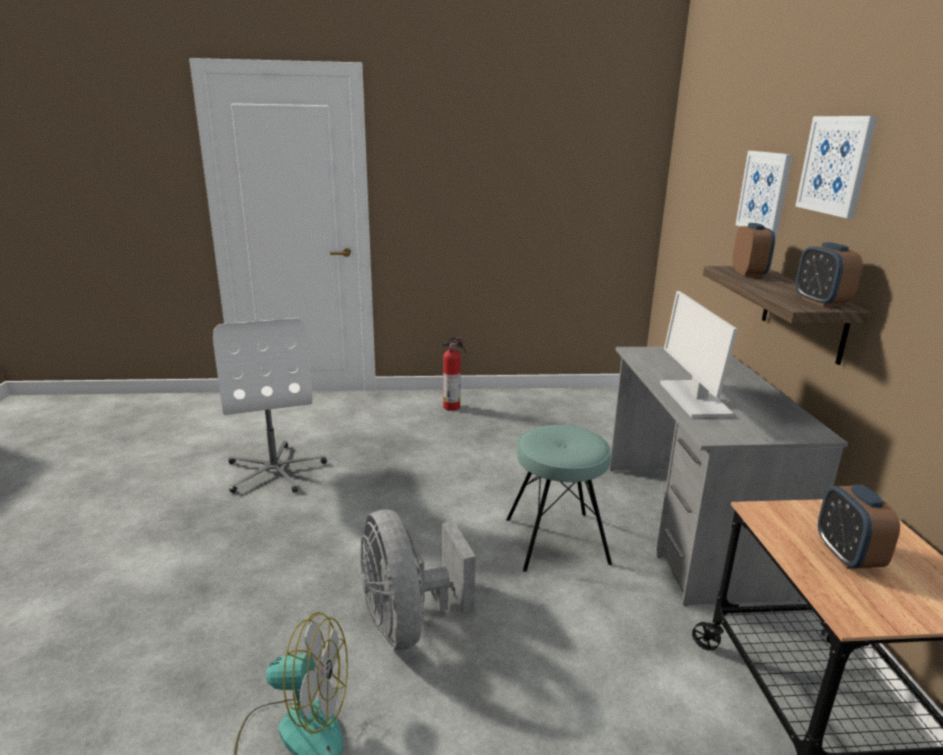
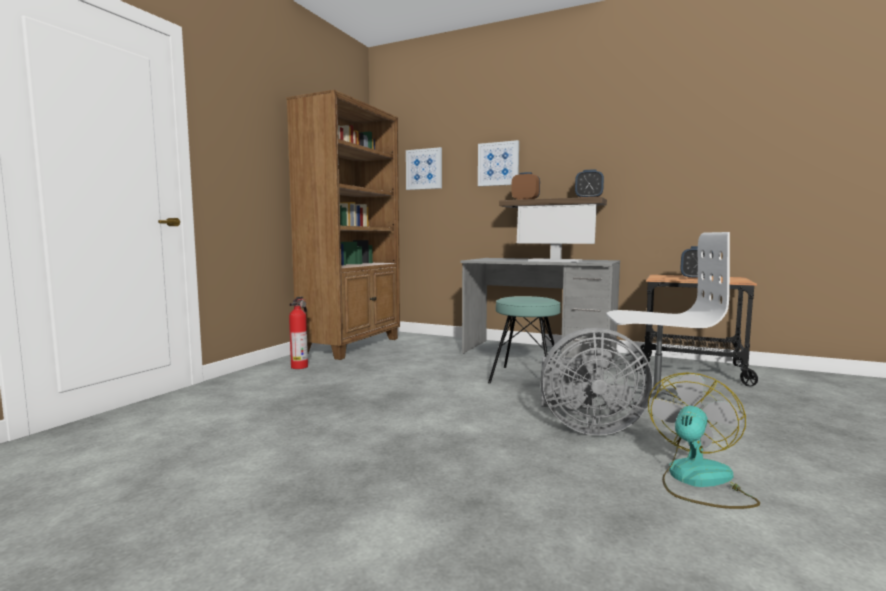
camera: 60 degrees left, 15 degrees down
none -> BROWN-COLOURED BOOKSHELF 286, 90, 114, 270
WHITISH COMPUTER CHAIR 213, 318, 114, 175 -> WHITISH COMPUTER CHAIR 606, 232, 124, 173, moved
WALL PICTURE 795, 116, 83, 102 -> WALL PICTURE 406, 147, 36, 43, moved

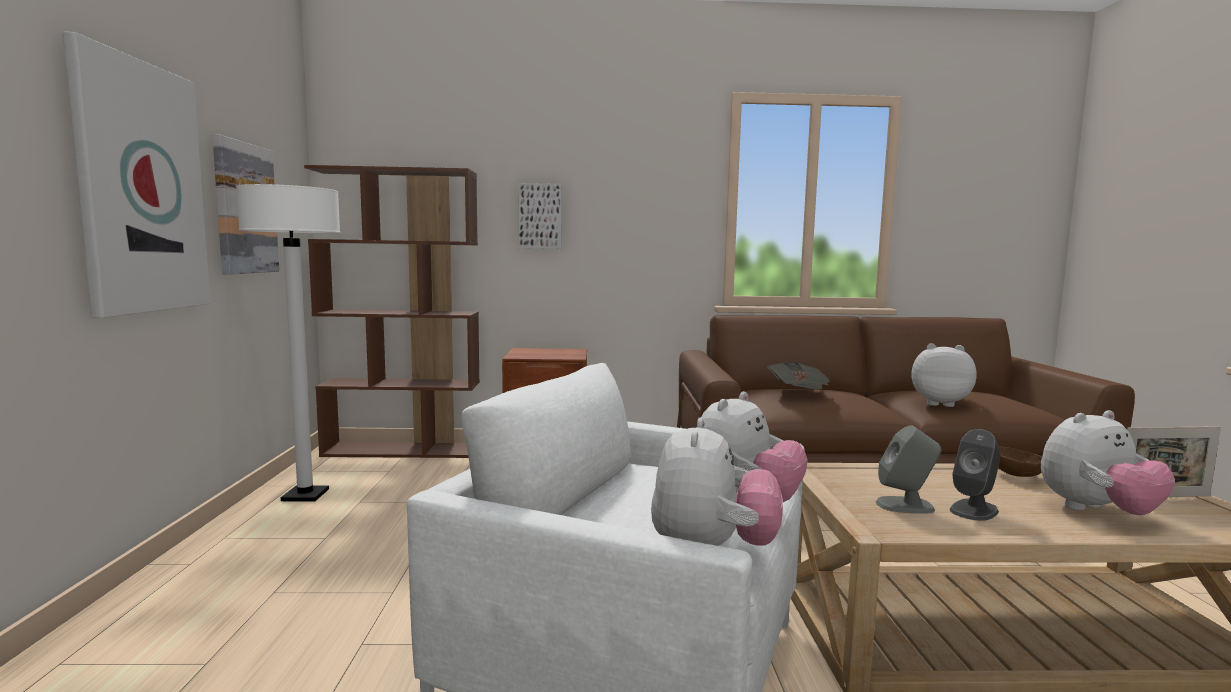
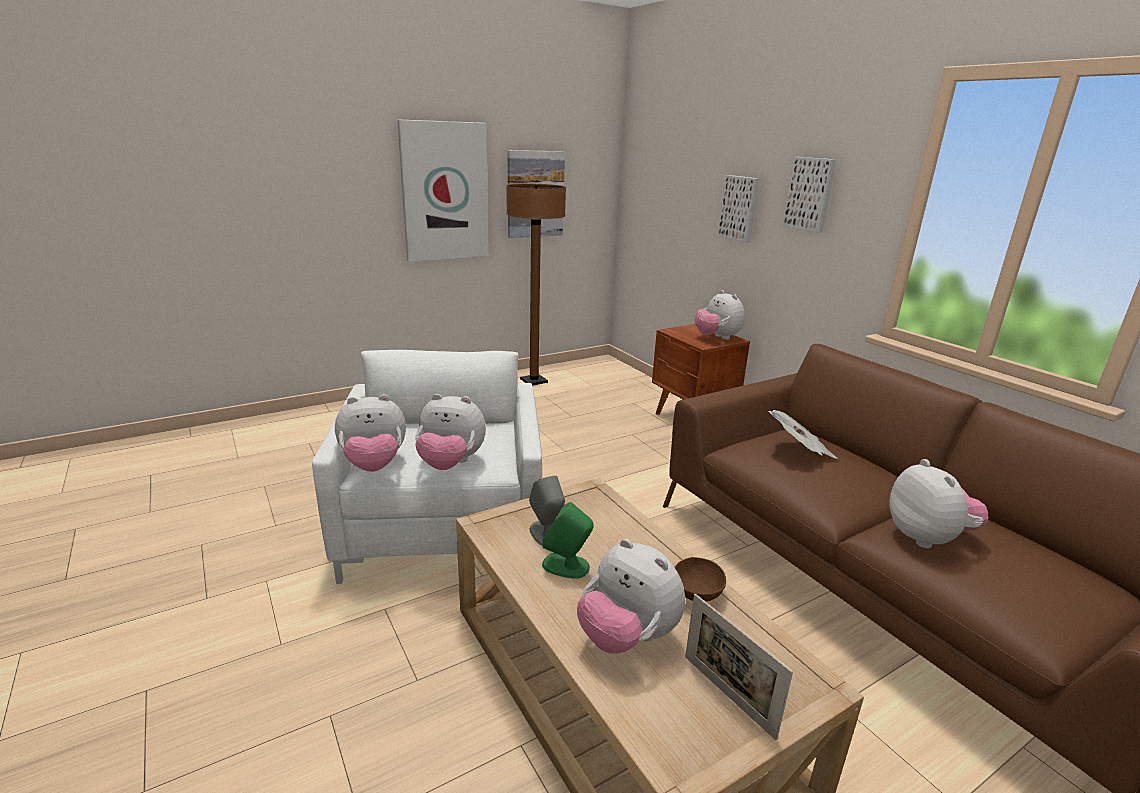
camera: 60 degrees right, 15 degrees up
BROWN-COLOURED BOOKSHELF 304, 165, 176, 293 -> none
none -> SOFT TOY 694, 290, 51, 50
none -> WALL PICTURE 783, 157, 53, 75
WHITISH STANDARD LAMP 236, 184, 104, 318 -> BROWN-COLOURED STANDARD LAMP 506, 183, 60, 203
GREYISH LOUDSPEAKER 950, 429, 51, 92 -> GREEN-COLOURED LOUDSPEAKER 542, 502, 52, 77

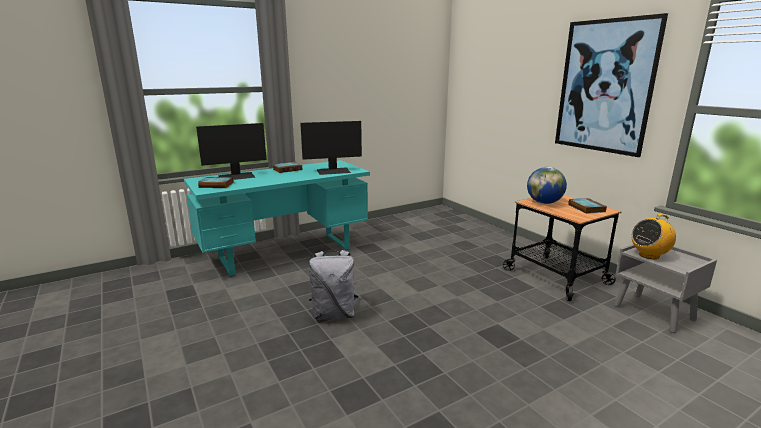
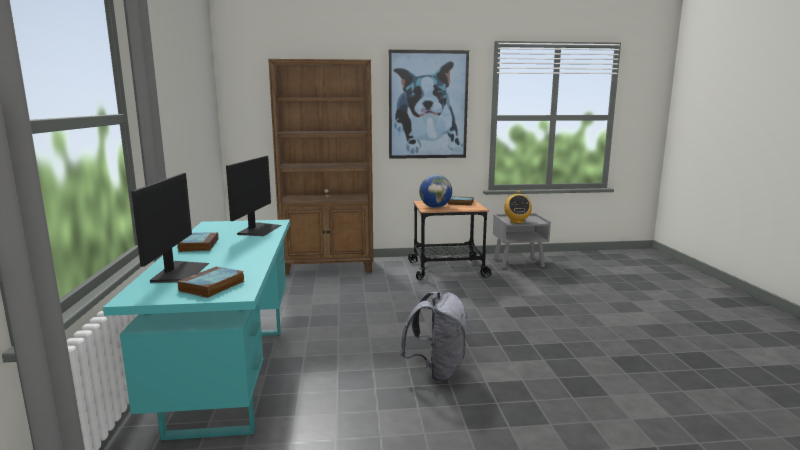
camera: 65 degrees left, 5 degrees down
none -> BROWN-COLOURED BOOKSHELF 268, 59, 106, 216

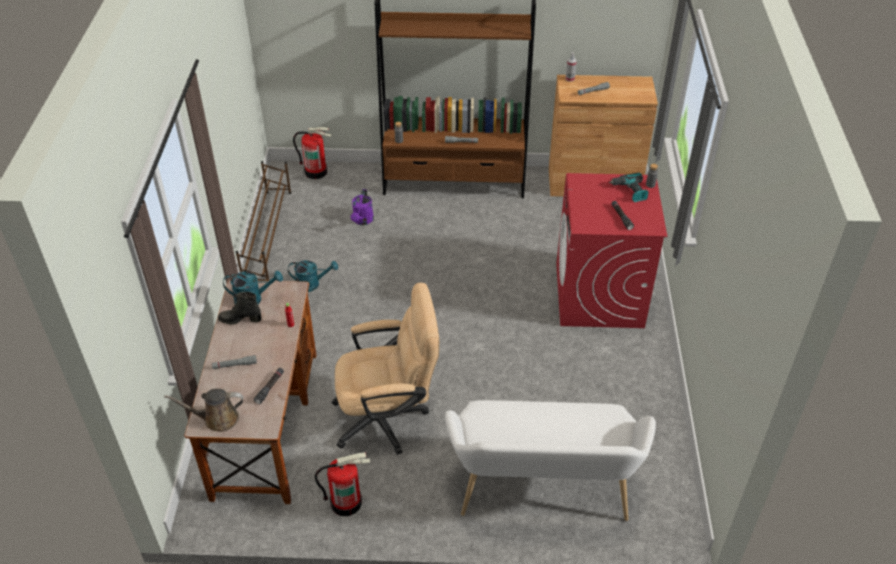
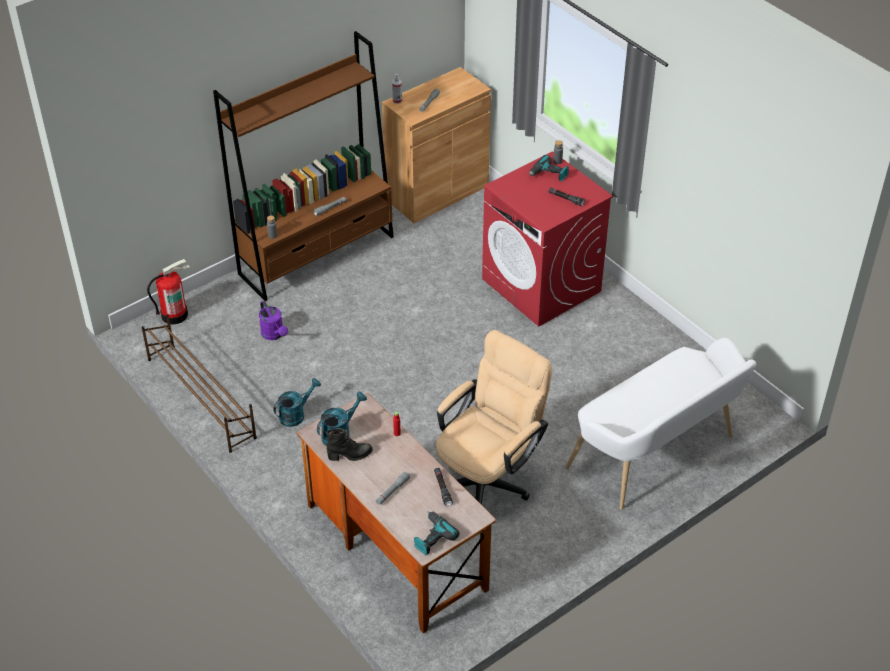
camera: 40 degrees left, 0 degrees up
FIRE-FIGHTING CYLINDER 314, 452, 56, 64 -> none
BROWN-COLOURED WATERING POT 164, 388, 80, 44 -> DRILL 414, 511, 46, 44
BLACK TALL BOOT 218, 292, 43, 33 -> BLACK TALL BOOT 326, 428, 47, 33, 150 degrees counterclockwise

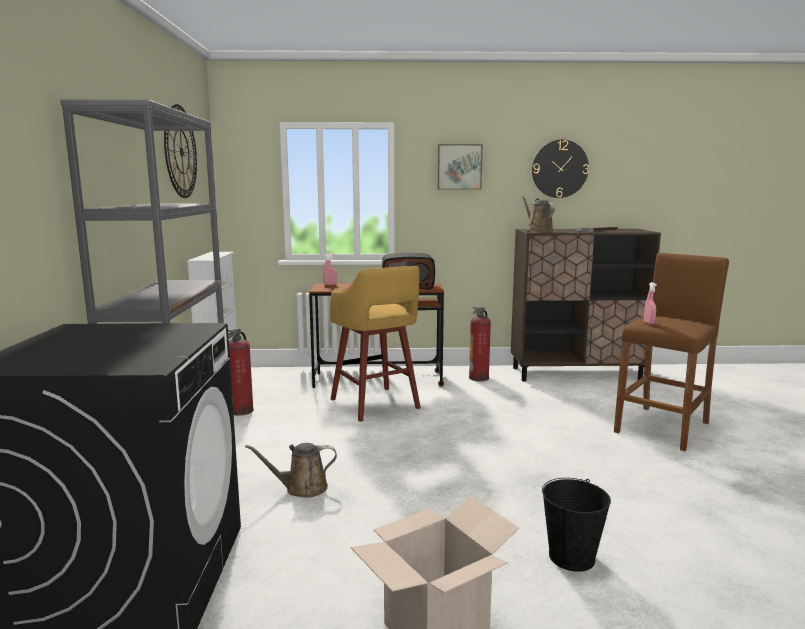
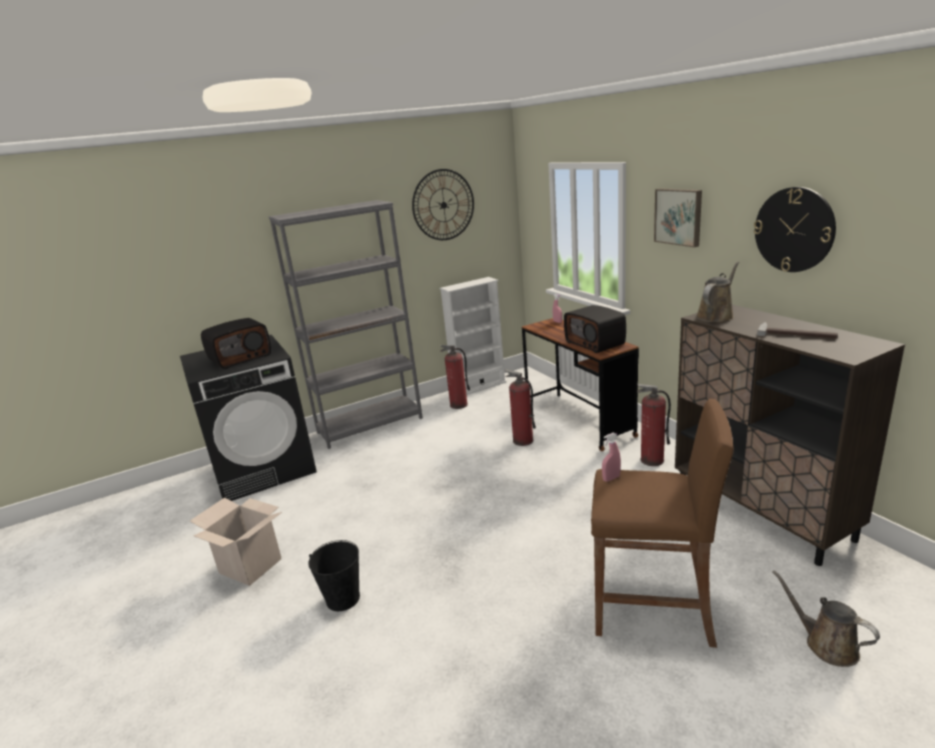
camera: 65 degrees right, 10 degrees up
none -> RADIO RECEIVER 201, 318, 70, 51
BROWN-COLOURED WATERING POT 245, 443, 92, 55 -> BROWN-COLOURED WATERING POT 773, 570, 107, 97, moved
YELLOWISH SITTING STOOL 330, 266, 91, 156 -> FIRE-FIGHTING CYLINDER 505, 369, 31, 77

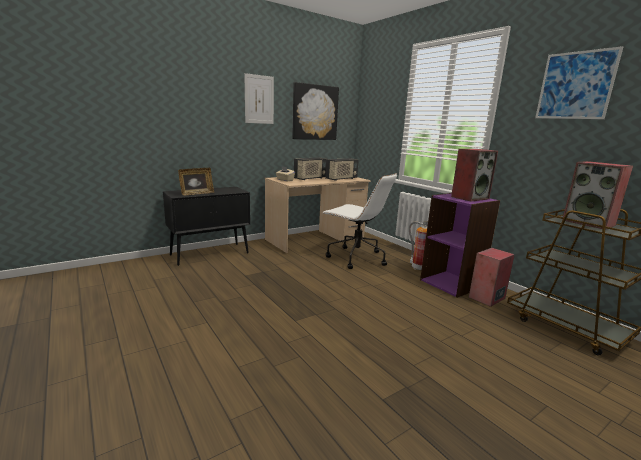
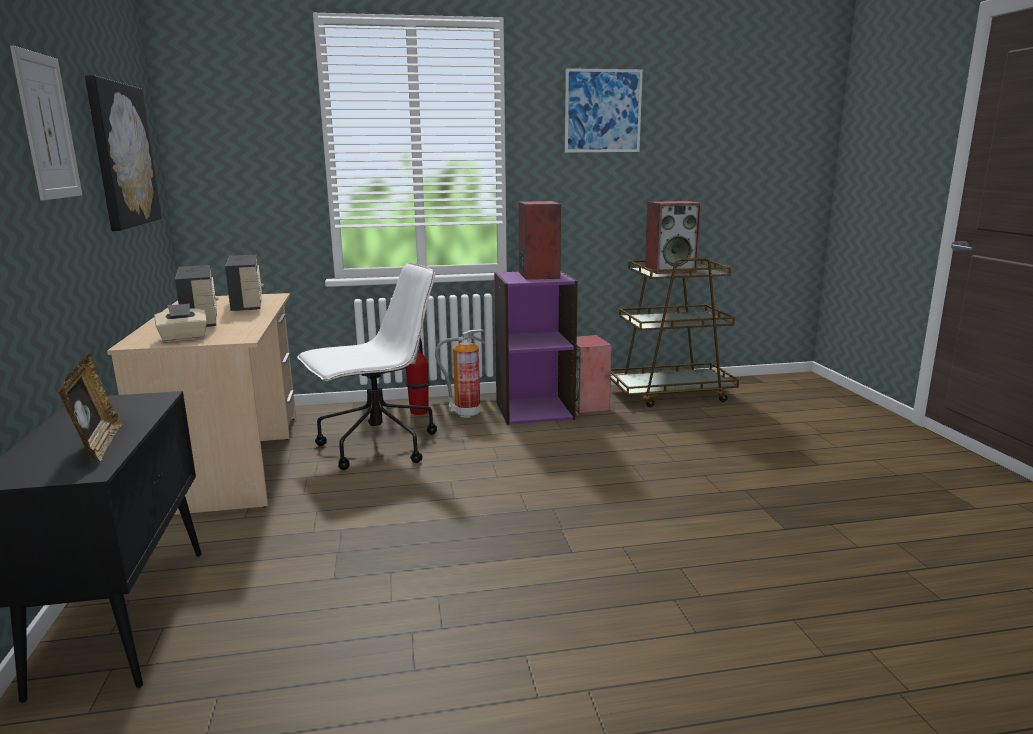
camera: 65 degrees left, 0 degrees up
none -> FIRE-FIGHTING CYLINDER 406, 338, 24, 77

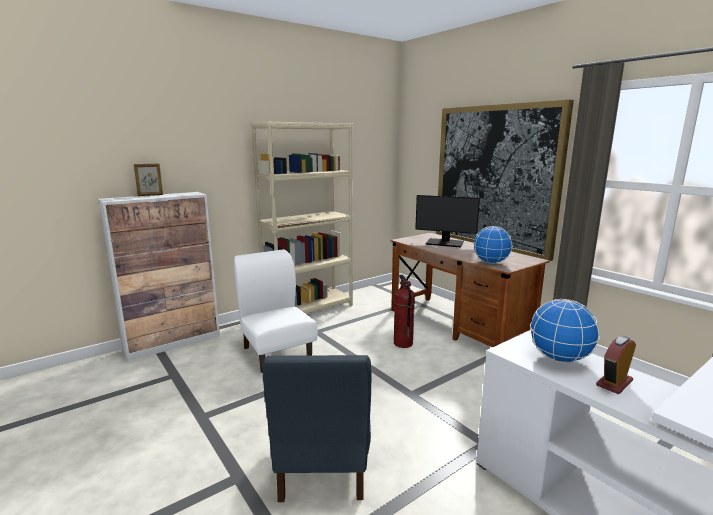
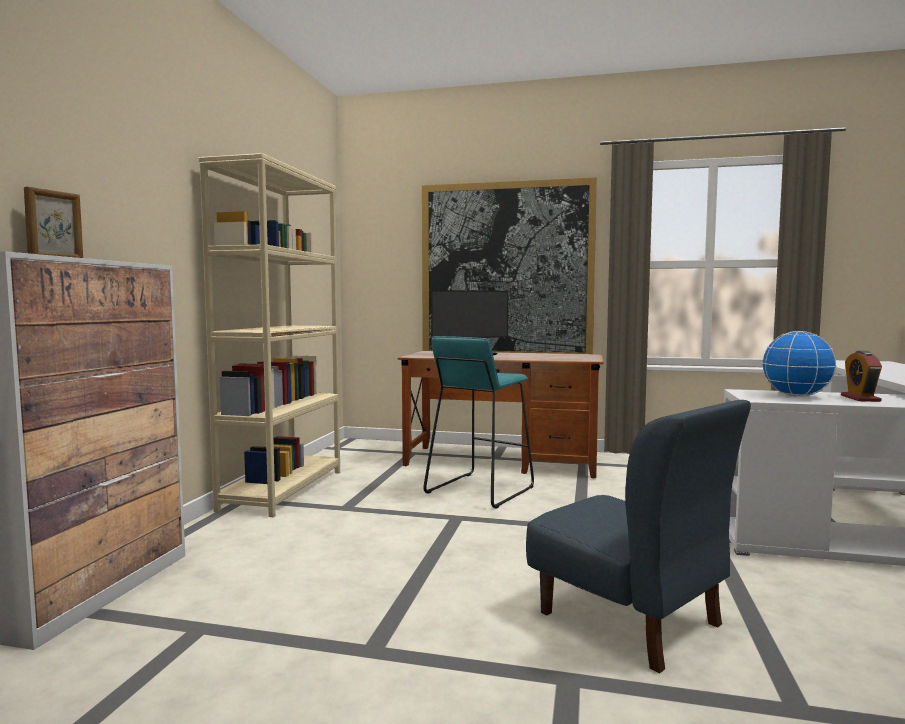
camera: 40 degrees left, 10 degrees down
WHITISH PLAIN CHAIR 234, 249, 84, 124 -> none
DESK GLOBE 473, 226, 40, 38 -> none
FIRE-FIGHTING CYLINDER 394, 275, 21, 73 -> TURQUOISE SITTING STOOL 423, 336, 111, 173

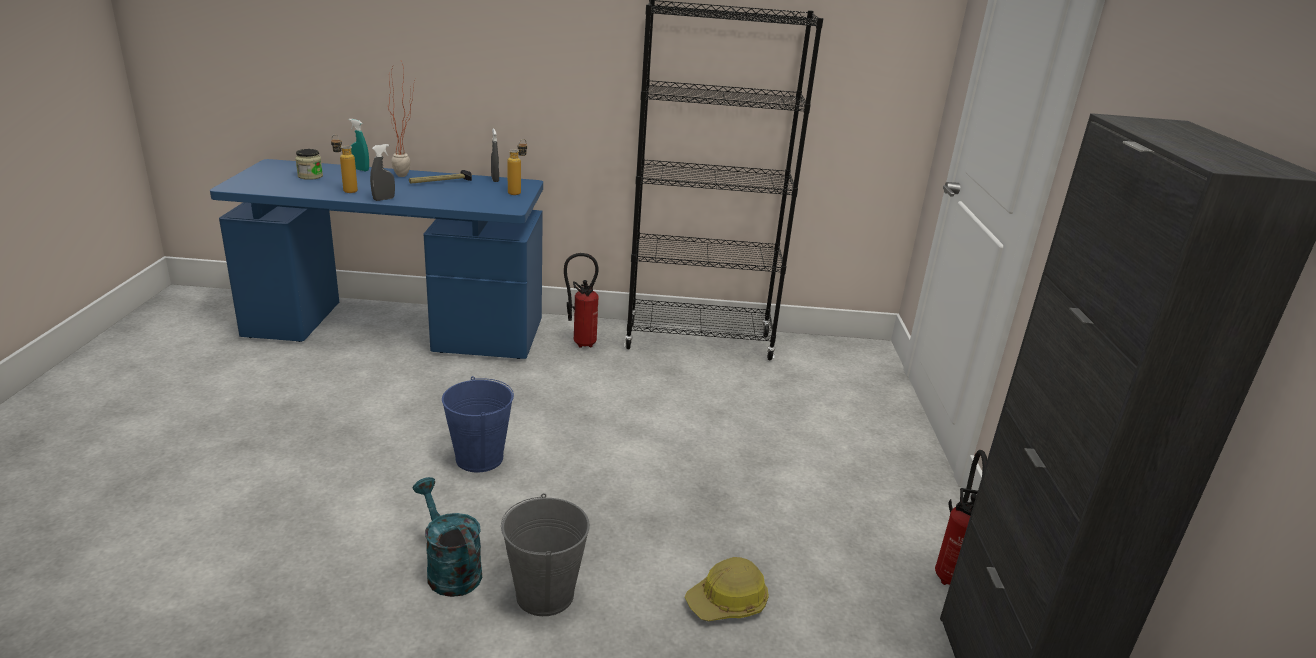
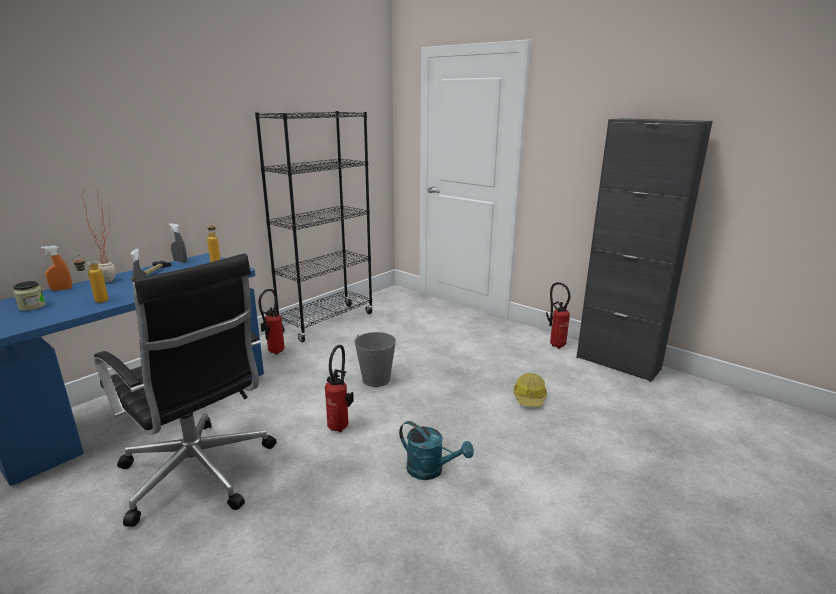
camera: 50 degrees left, 5 degrees down
none -> BLACK COMPUTER CHAIR 94, 253, 183, 274
GREYISH PAIL 501, 493, 89, 123 -> GREYISH PAIL 354, 332, 42, 55, moved
BLUE-COLOURED PAIL 442, 376, 72, 96 -> FIRE-FIGHTING CYLINDER 325, 345, 29, 87
TURQUOISE HAND SPRAYER 349, 119, 20, 52 -> ORANGE-COLOURED HAND SPRAYER 41, 245, 31, 46
TURQUOISE WATERING POT 413, 477, 69, 120 -> TURQUOISE WATERING POT 399, 421, 75, 59, 150 degrees counterclockwise

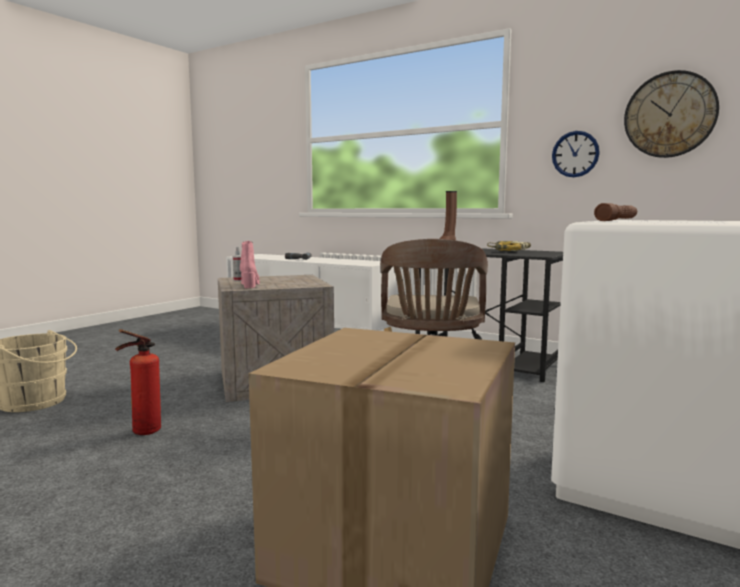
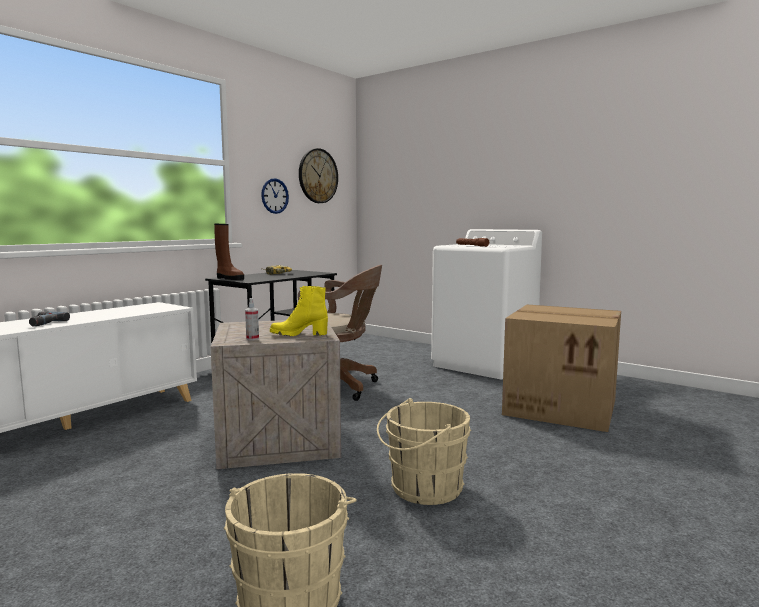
camera: 85 degrees left, 0 degrees up
FIRE-FIGHTING CYLINDER 115, 329, 46, 106 -> BEIGE PAIL 377, 398, 94, 107
PINK-COLOURED TALL BOOT 240, 241, 20, 47 -> YELLOWISH TALL BOOT 270, 286, 58, 50

